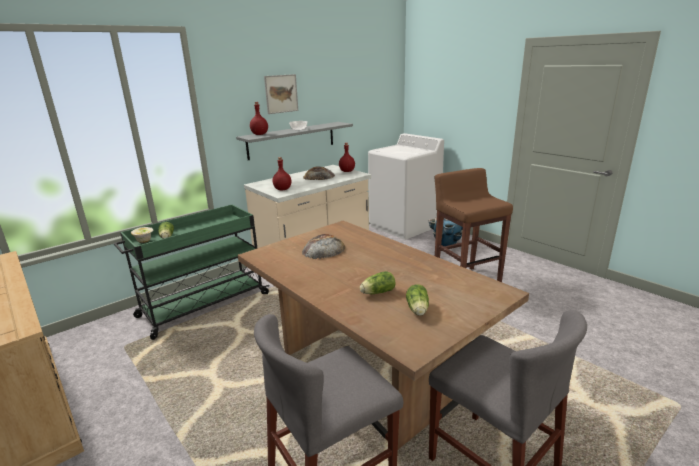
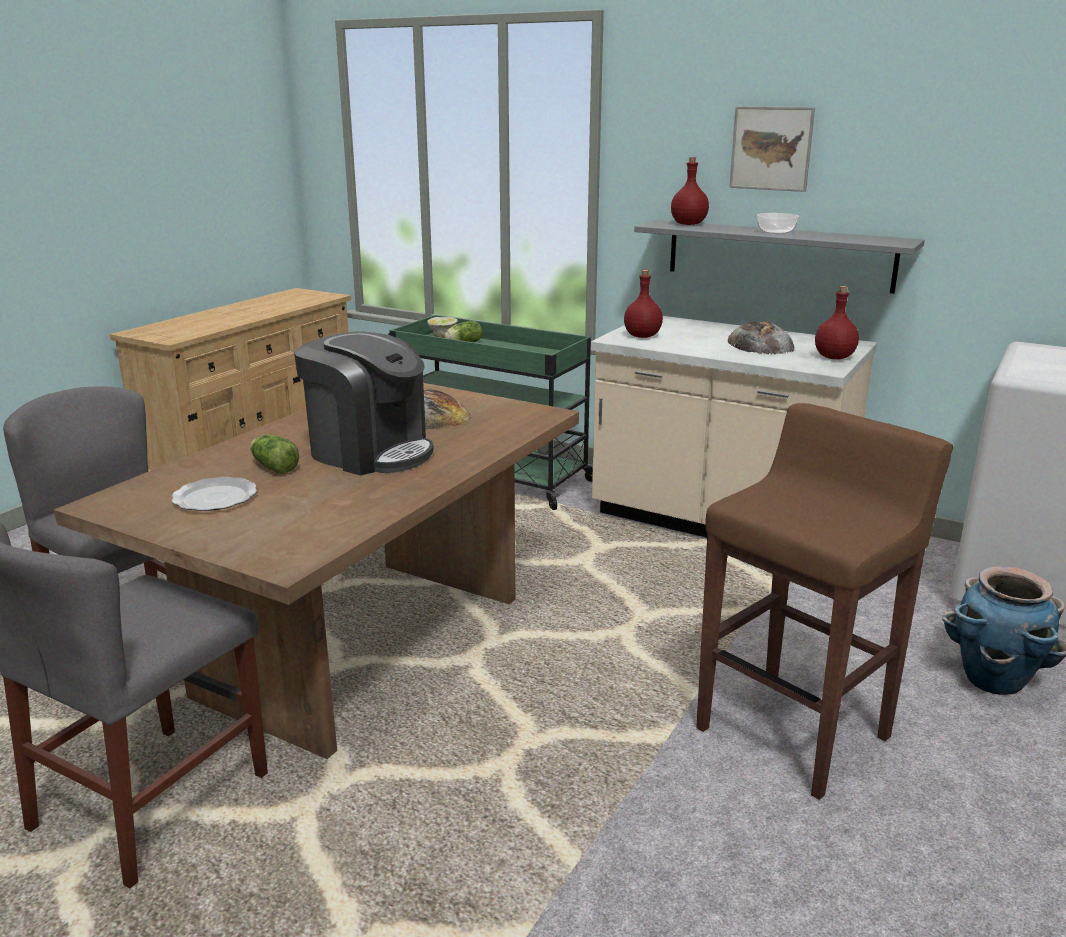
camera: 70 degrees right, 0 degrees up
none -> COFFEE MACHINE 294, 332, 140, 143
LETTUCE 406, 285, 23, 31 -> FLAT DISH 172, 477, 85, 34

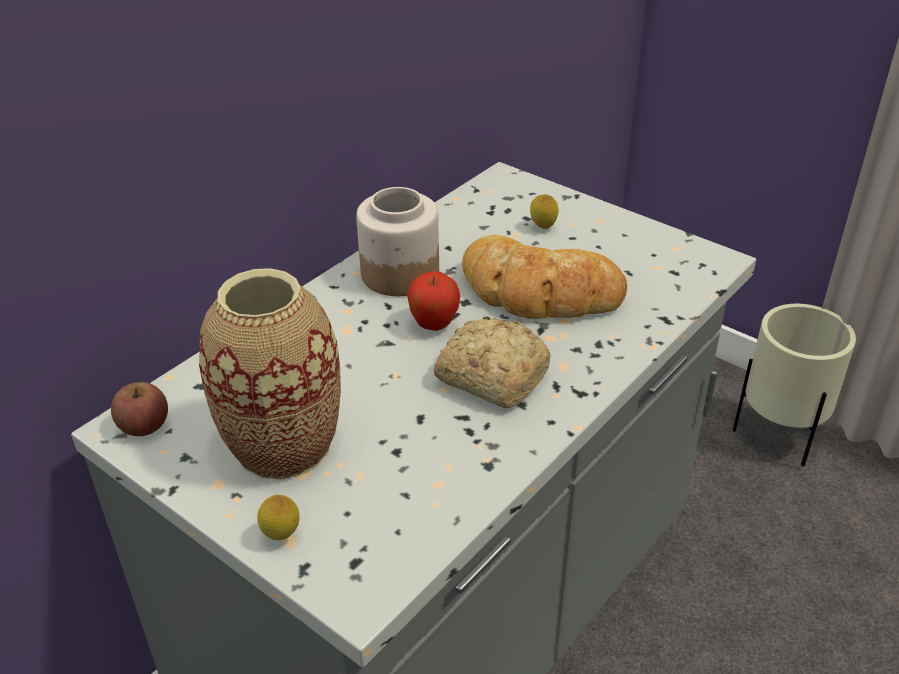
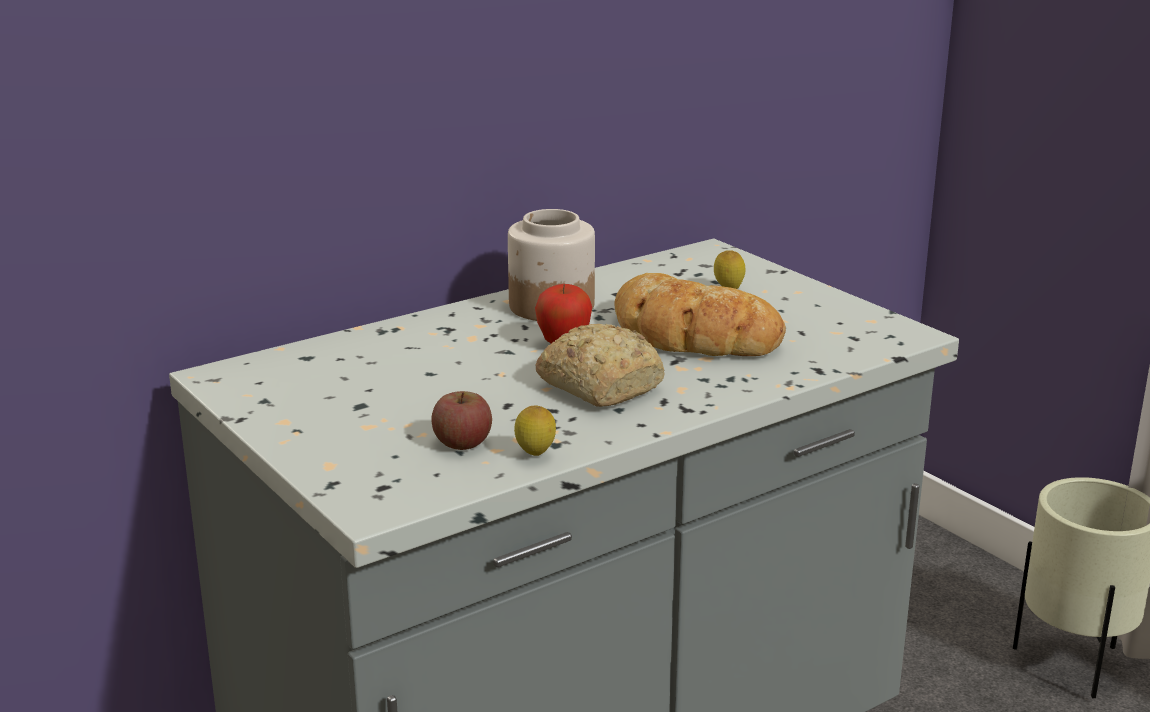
camera: 15 degrees right, 15 degrees down
VASE 199, 268, 142, 212 -> none
APPLE FRUIT 111, 382, 57, 54 -> APPLE FRUIT 431, 391, 61, 59, moved
CITRUS FRUIT 257, 495, 42, 45 -> CITRUS FRUIT 514, 405, 42, 51, moved

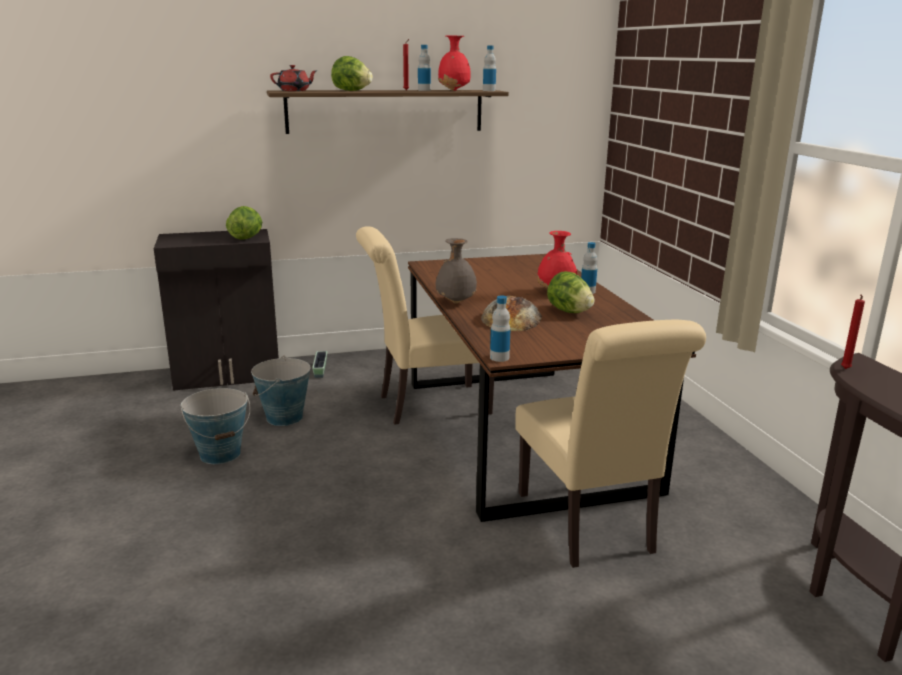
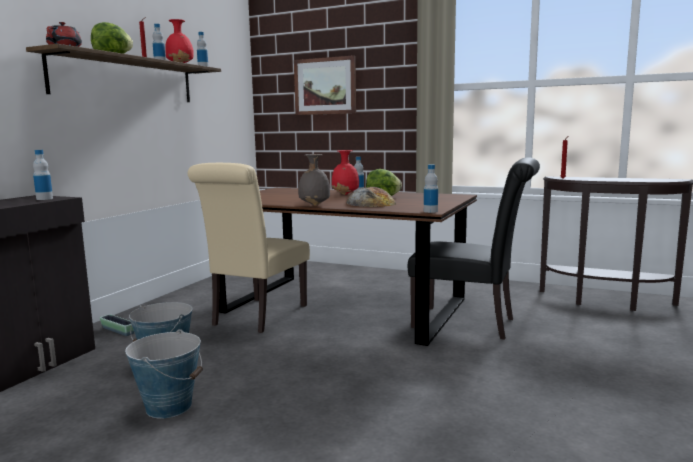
camera: 50 degrees left, 10 degrees down
none -> WALL PICTURE 294, 55, 62, 60
LETTUCE 226, 206, 36, 33 -> DRINK BOTTLE 33, 150, 20, 50
BEIGE PLAIN CHAIR 515, 320, 191, 248 -> BLACK PLAIN CHAIR 408, 157, 132, 183

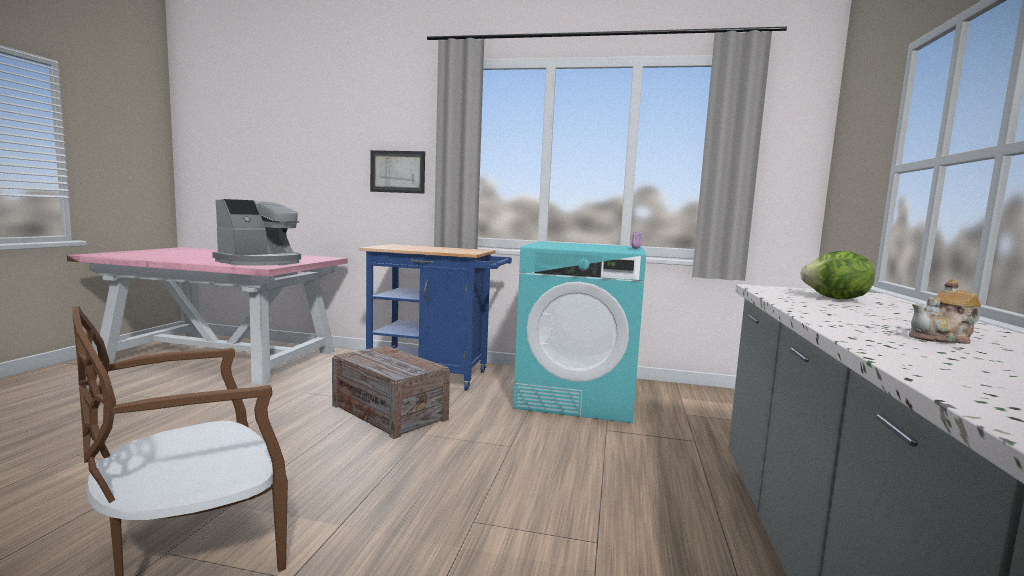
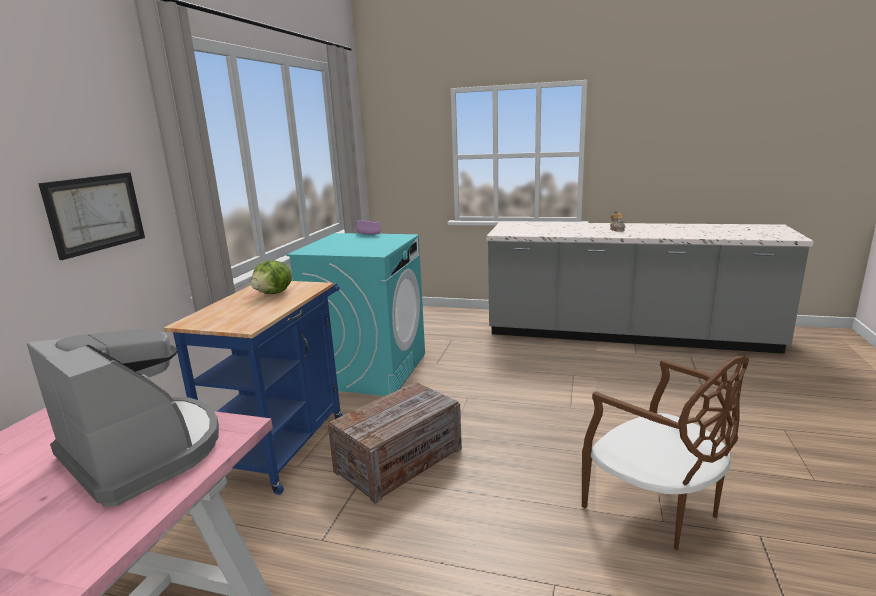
camera: 85 degrees left, 10 degrees up
LETTUCE 800, 251, 75, 48 -> LETTUCE 251, 260, 41, 34, moved

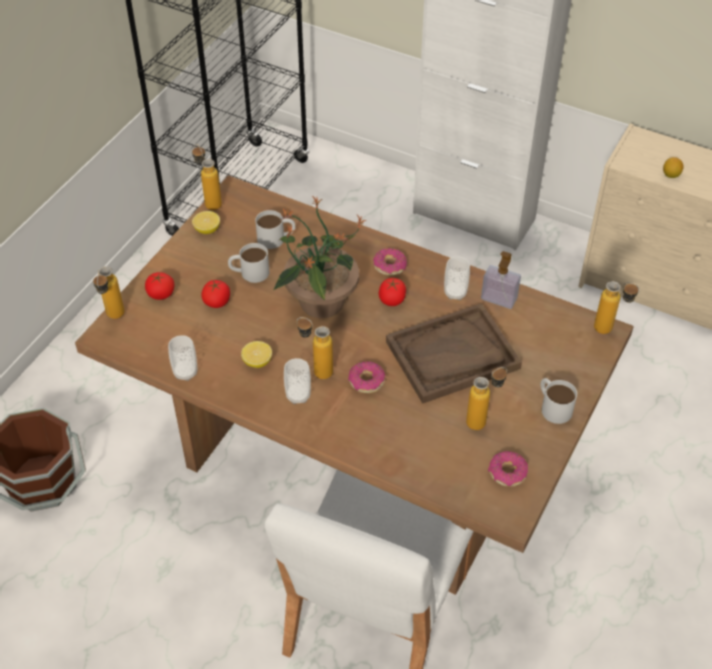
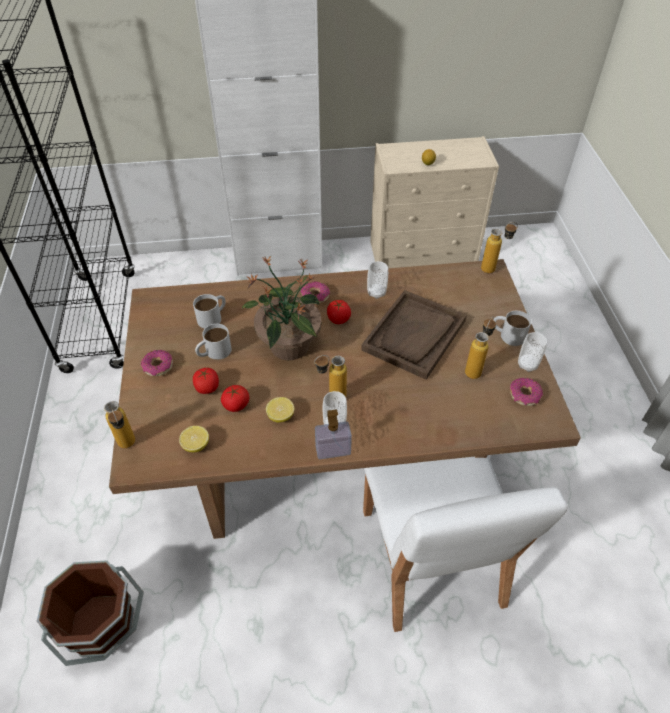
camera: 35 degrees left, 0 degrees up
DRINK BOTTLE 192, 144, 30, 66 -> none
WHOLE TOMATO 145, 272, 29, 28 -> WHOLE TOMATO 221, 385, 28, 27, moved
DRINKING CUP 168, 335, 29, 46 -> DRINKING CUP 518, 332, 29, 40, moved
CITRUS FRUIT 192, 211, 28, 23 -> CITRUS FRUIT 179, 426, 30, 26, moved
RING DOUGHNUT 348, 361, 37, 32 -> RING DOUGHNUT 141, 350, 32, 26, moved
LIQUID SOAP BOTTLE 481, 251, 40, 58 -> LIQUID SOAP BOTTLE 315, 409, 37, 50, moved

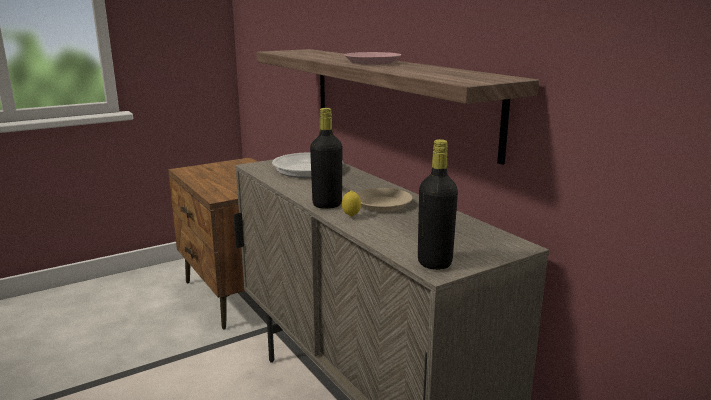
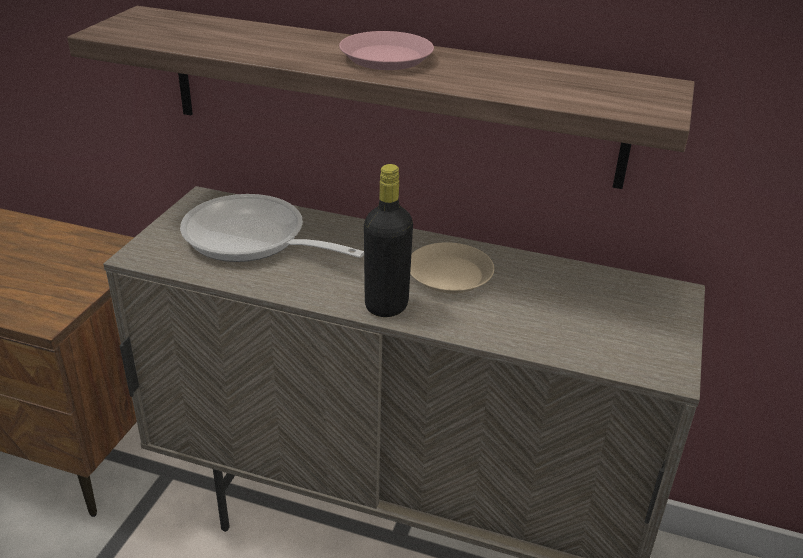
camera: 40 degrees left, 15 degrees up
CITRUS FRUIT 342, 191, 19, 26 -> none
BLACK DRINK BOTTLE 418, 139, 40, 131 -> none

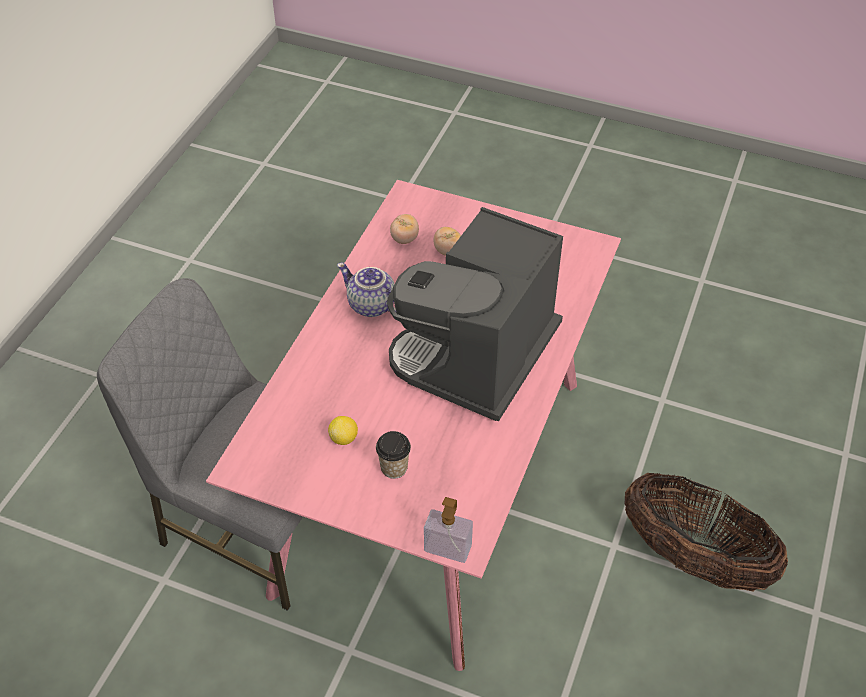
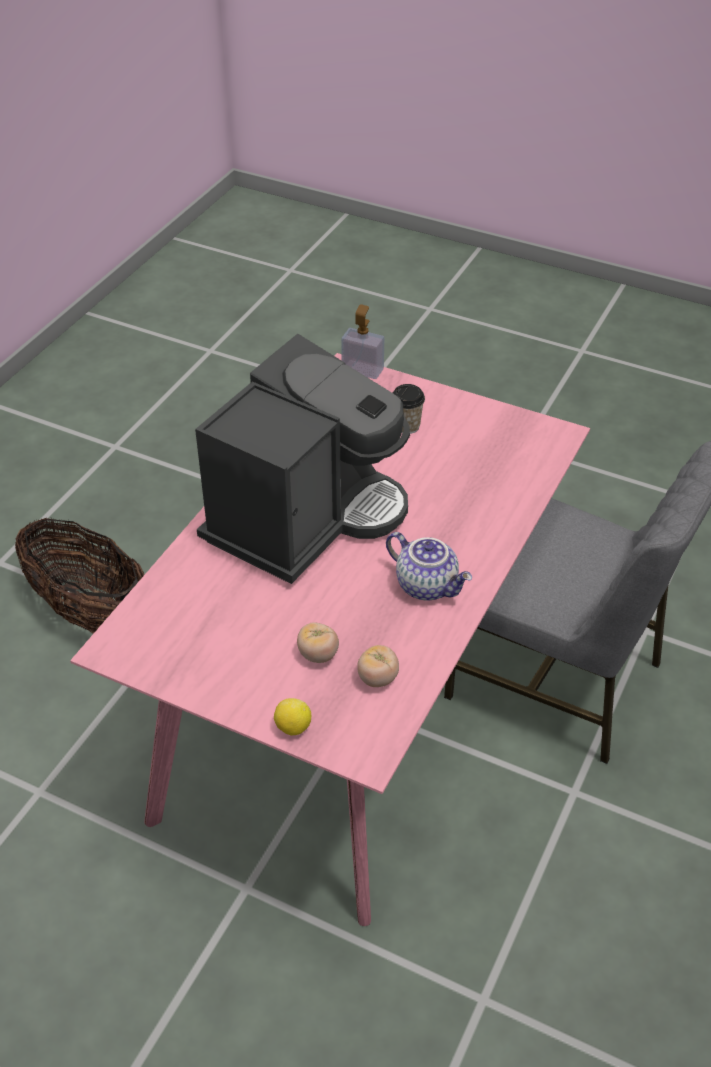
camera: 175 degrees left, 5 degrees down
CITRUS FRUIT 328, 416, 30, 29 -> CITRUS FRUIT 274, 698, 37, 38, moved

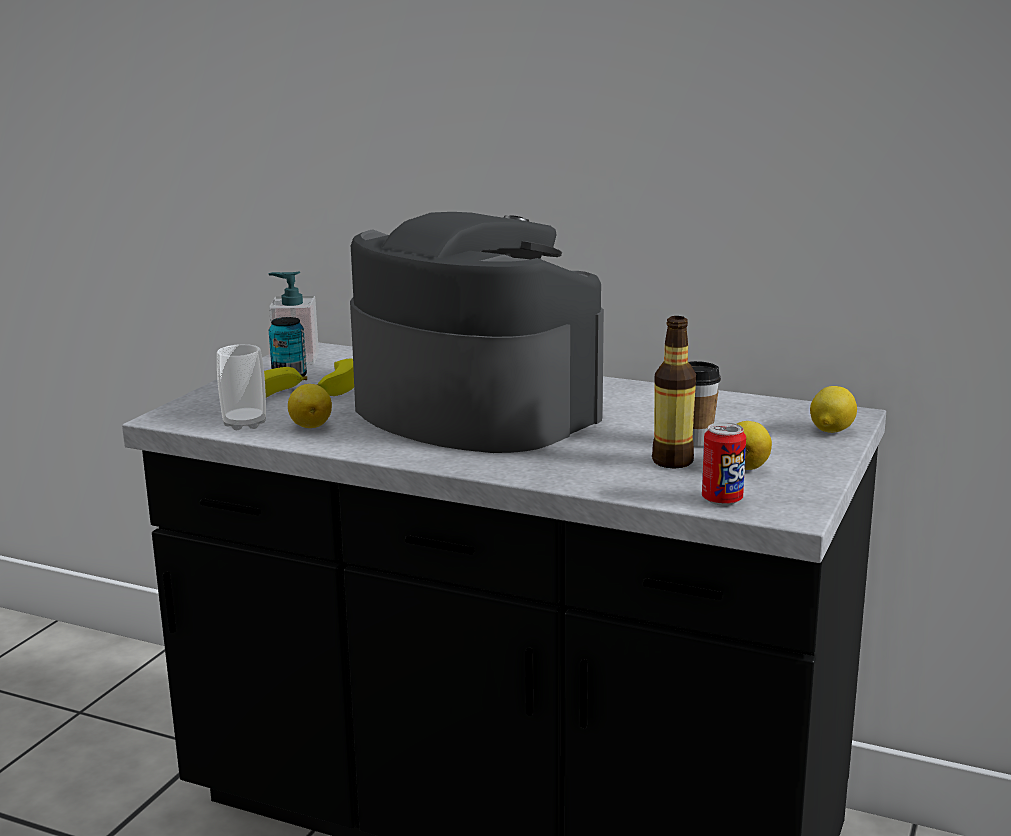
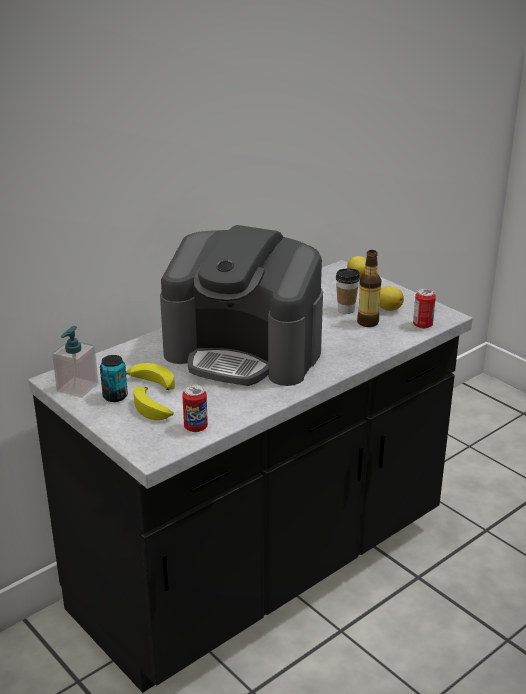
camera: 65 degrees left, 10 degrees up
CITRUS FRUIT 288, 384, 44, 44 -> none
DRINKING CUP 217, 344, 49, 86 -> METAL CAN 182, 384, 26, 48
COFFEE MACHINE 350, 212, 254, 241 -> COFFEE MACHINE 160, 225, 163, 161, 135 degrees counterclockwise

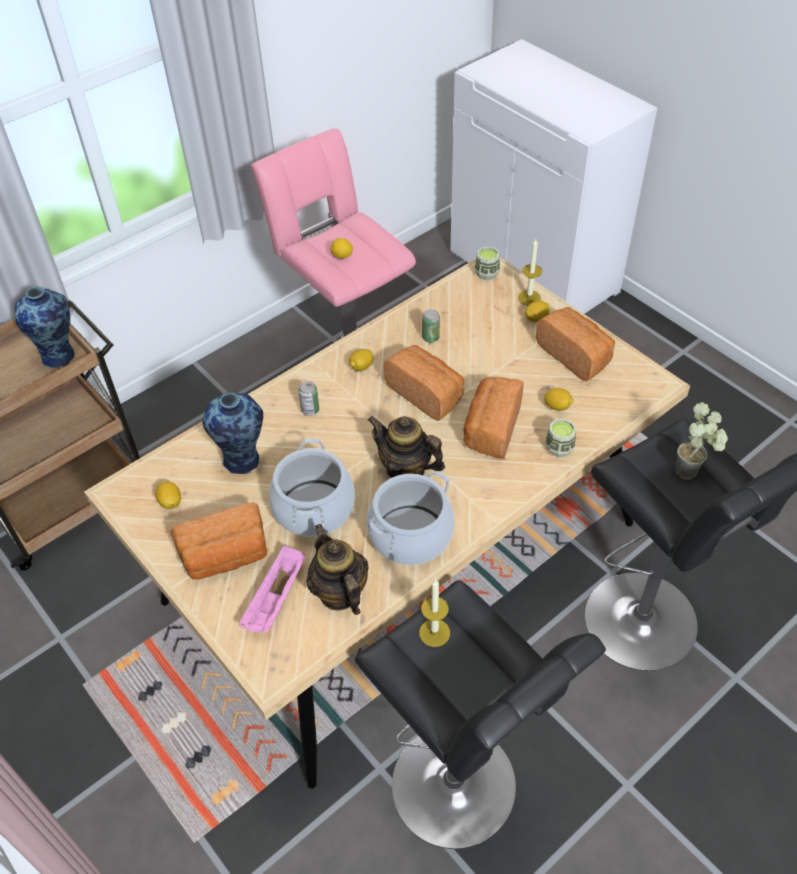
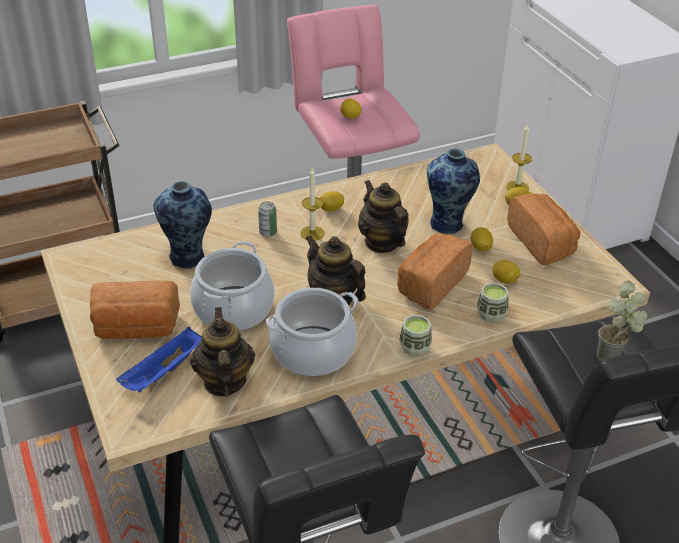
camera: 15 degrees right, 10 degrees down
METAL CAN 422, 309, 18, 34 -> none
VASE 14, 286, 62, 83 -> VASE 427, 149, 53, 85, moved
CITRUS FRUIT 155, 481, 26, 28 -> CITRUS FRUIT 471, 227, 22, 25, moved
WAX CANDLE 419, 579, 31, 68 -> WAX CANDLE 300, 168, 25, 73, moved
DRINKING CUP 475, 246, 25, 34 -> DRINKING CUP 399, 315, 33, 42, moved
BREAD 384, 345, 80, 76 -> TEA POT 358, 180, 51, 73
PINK-COLOURED SERVING TRAY 238, 545, 68, 88 -> BLUE-COLOURED SERVING TRAY 116, 327, 86, 66

